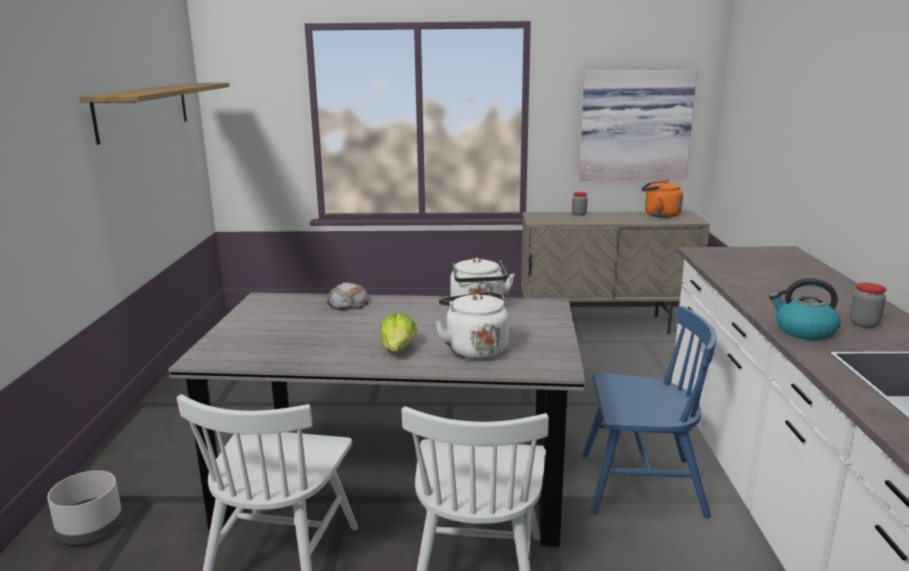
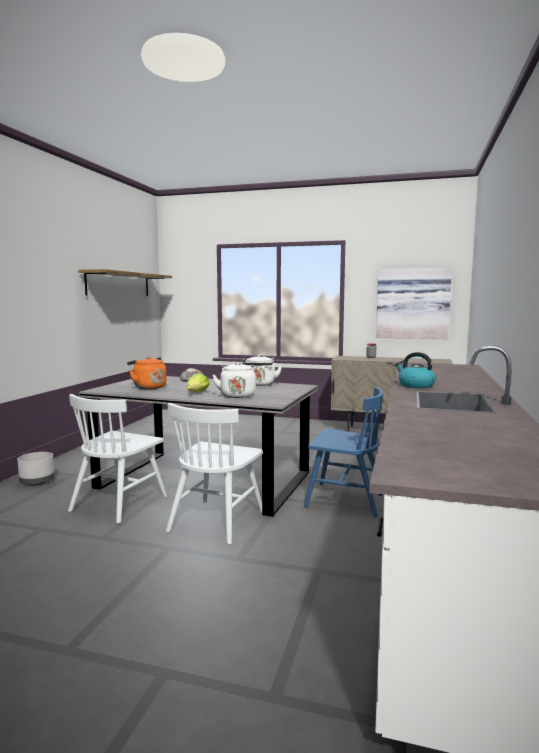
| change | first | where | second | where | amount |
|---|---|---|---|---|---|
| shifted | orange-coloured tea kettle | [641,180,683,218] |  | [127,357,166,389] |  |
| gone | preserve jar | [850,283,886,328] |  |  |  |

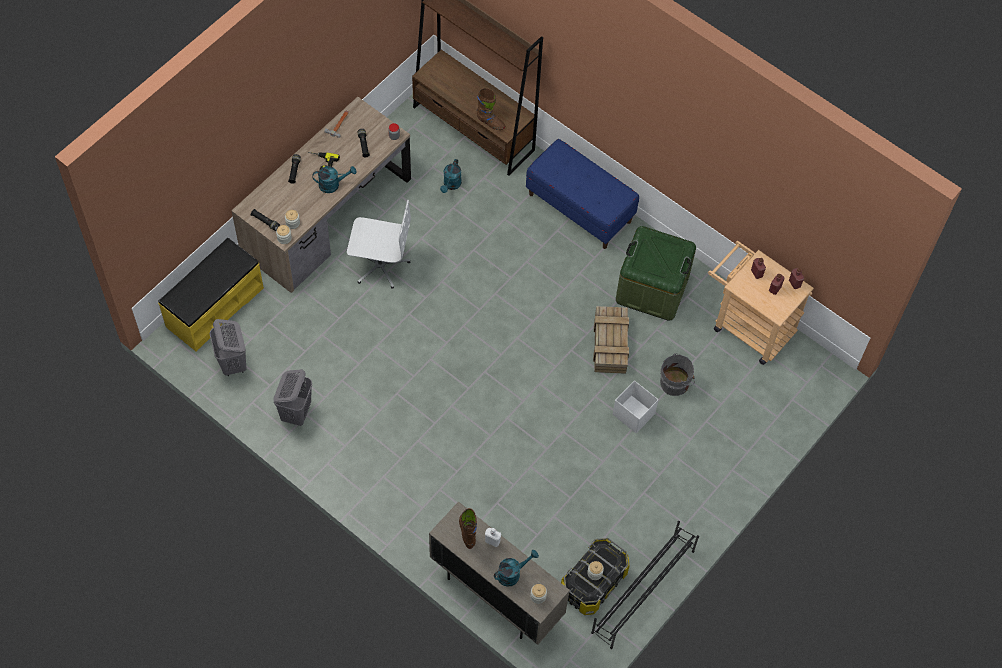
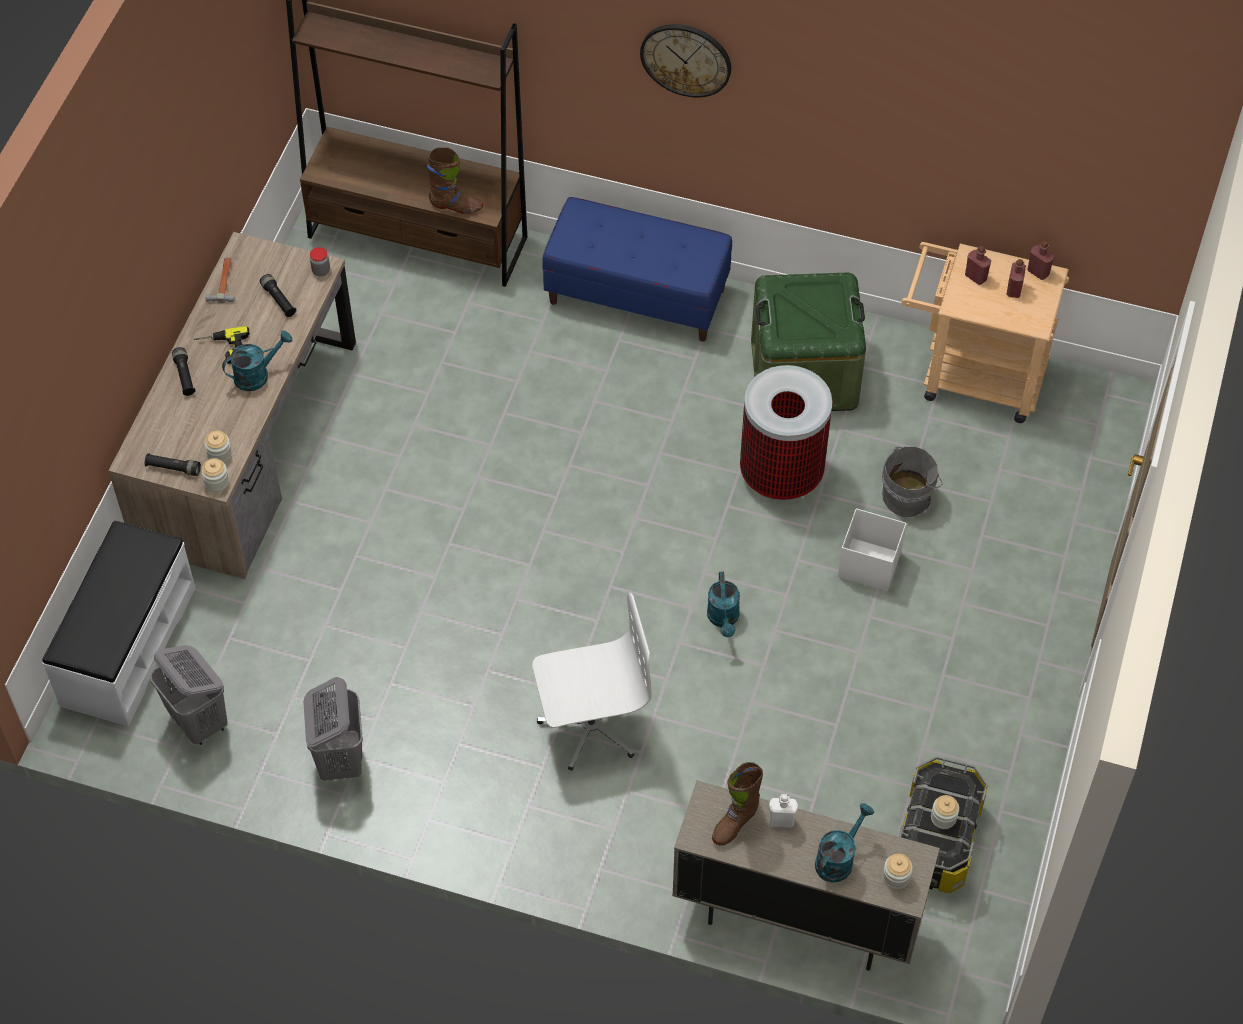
| change | first | where | second | where | amount |
|---|---|---|---|---|---|
| shifted | blue-green watering pot | [440,159,462,193] |  | [707,572,740,637] |  |
| shifted | white desk chair | [347,199,411,289] |  | [532,593,652,771] |  |
| repainted | yellow-coloured bench | [158,238,264,351] | white bench | [42,521,196,726] |  |
| swapped | crate | [593,306,629,374] | trash can | [740,365,832,502] |  |
| rotated | brownish tall boot | [459,508,477,549] |  | [712,762,763,846] | 105 degrees counterclockwise |
| gone | black shoe stand | [591,521,699,649] |  |  |  |
| new |  |  | hanging clock | [640,24,731,97] |  |

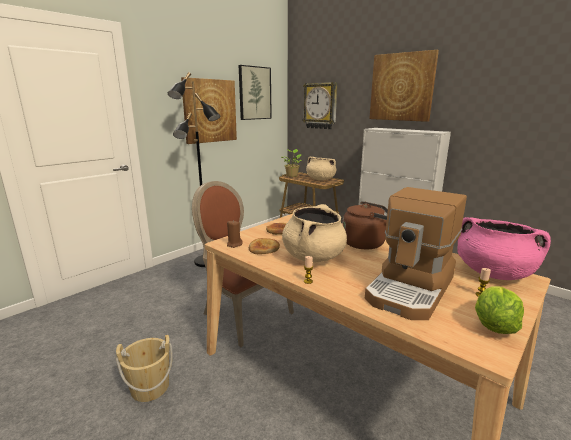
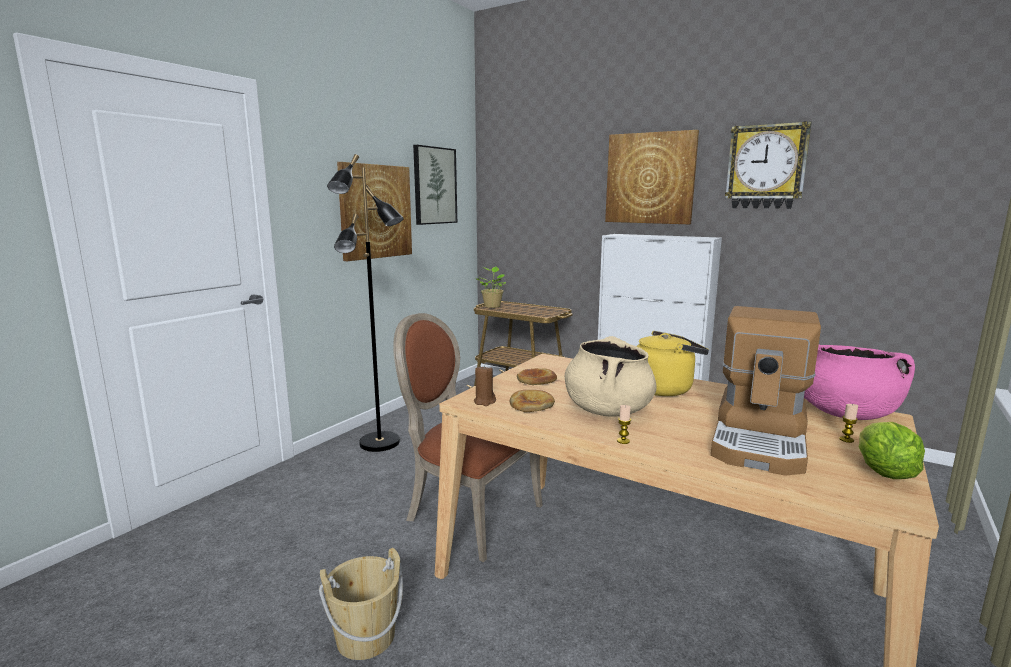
| change | first | where | second | where | amount |
|---|---|---|---|---|---|
| shifted | hanging clock | [303,82,337,129] |  | [725,121,812,209] |  |
| gone | beige-coloured stockpot | [306,156,336,180] |  |  |  |
| repainted | brownish tea kettle | [342,201,388,250] | yellow-coloured tea kettle | [636,331,709,396] |  |

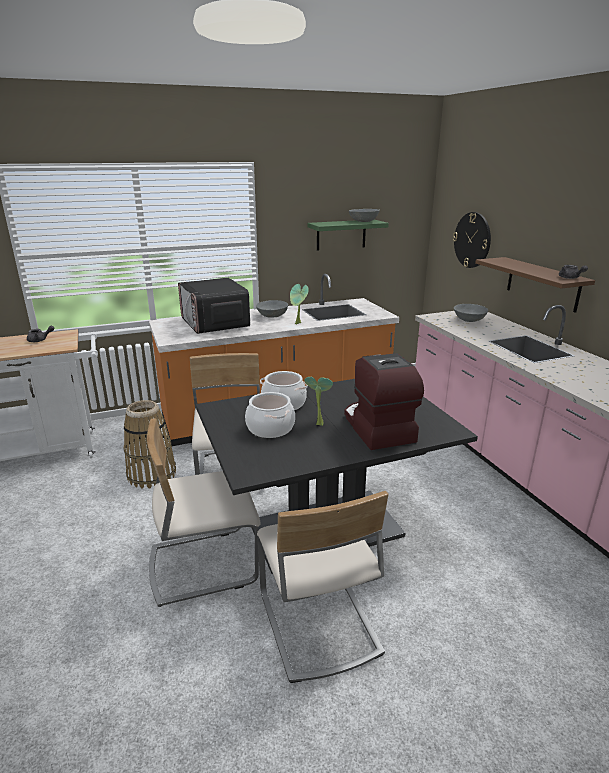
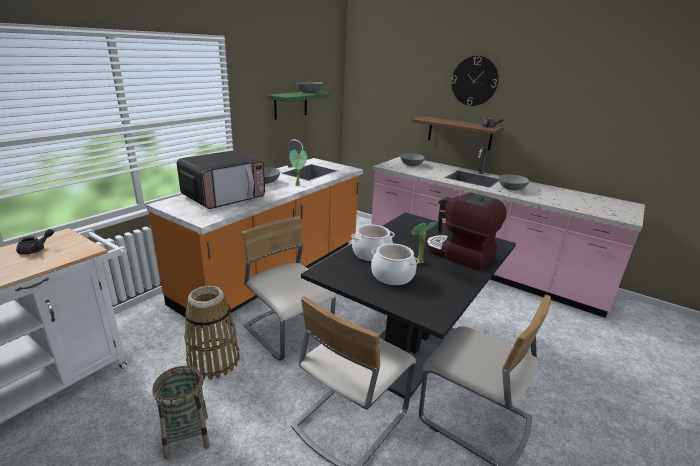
| change | first | where | second | where | amount |
|---|---|---|---|---|---|
| shifted | hanging clock | [453,212,491,268] |  | [451,56,499,106] |  |
| rotated | kitchen microwave | [178,278,250,334] |  | [177,151,265,209] | 75 degrees counterclockwise |
| new |  |  | gray serving bowl | [498,175,529,190] |  |
| new |  |  | household basket | [152,366,210,459] |  |

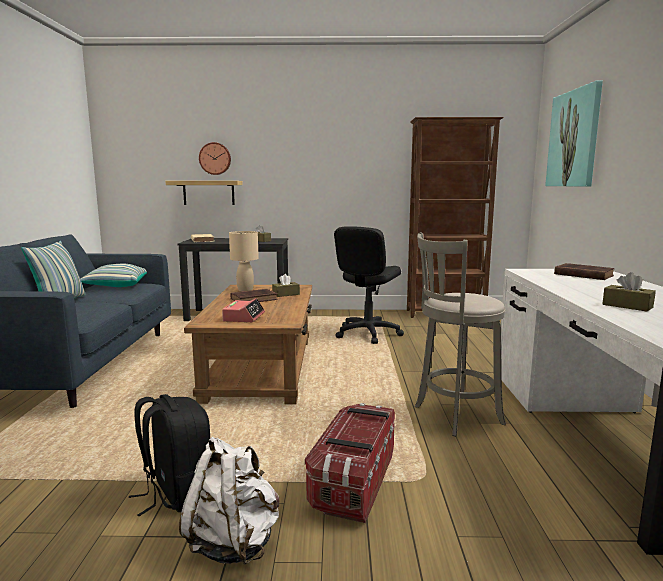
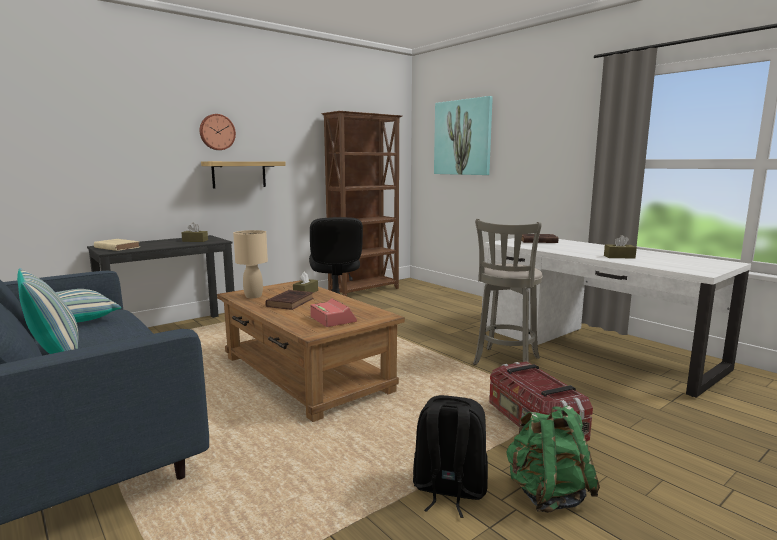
| change | first | where | second | where | amount |
|---|---|---|---|---|---|
| shifted | hanging clock | [199,142,231,175] |  | [200,114,236,150] |  |
| shifted | bracket shelf | [166,181,243,205] |  | [201,161,286,188] |  |
| repainted | white backpack | [179,437,279,565] | greenish backpack | [506,406,600,513] |  |

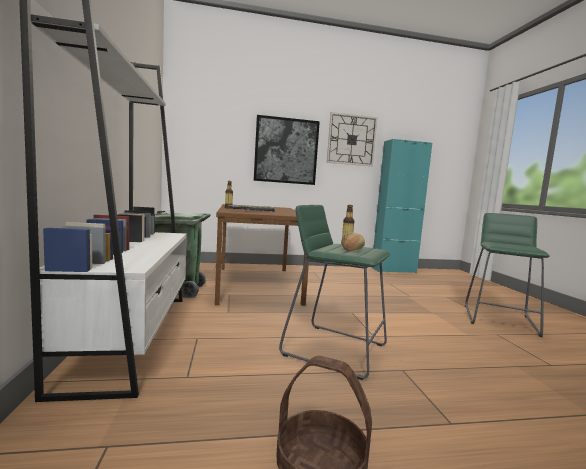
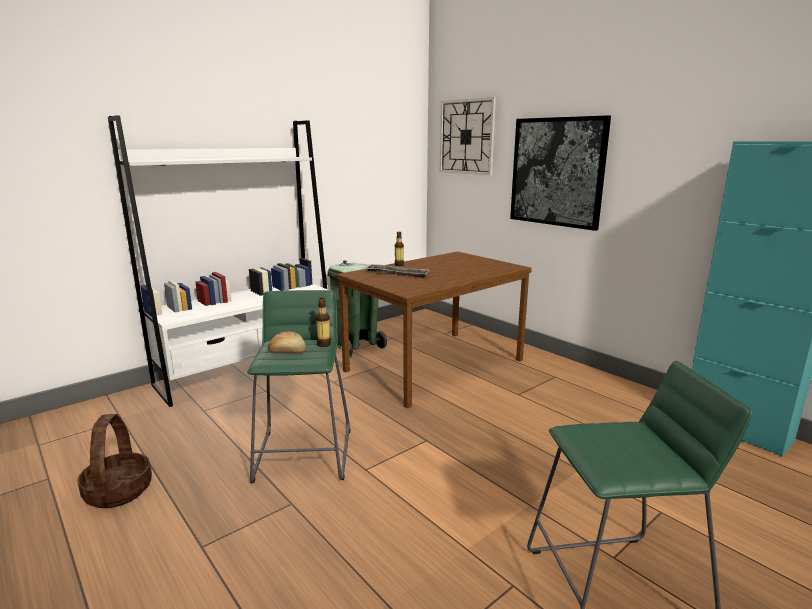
| change | first | where | second | where | amount |
|---|---|---|---|---|---|
| shifted | hanging clock | [327,112,378,166] |  | [440,97,496,175] |  |

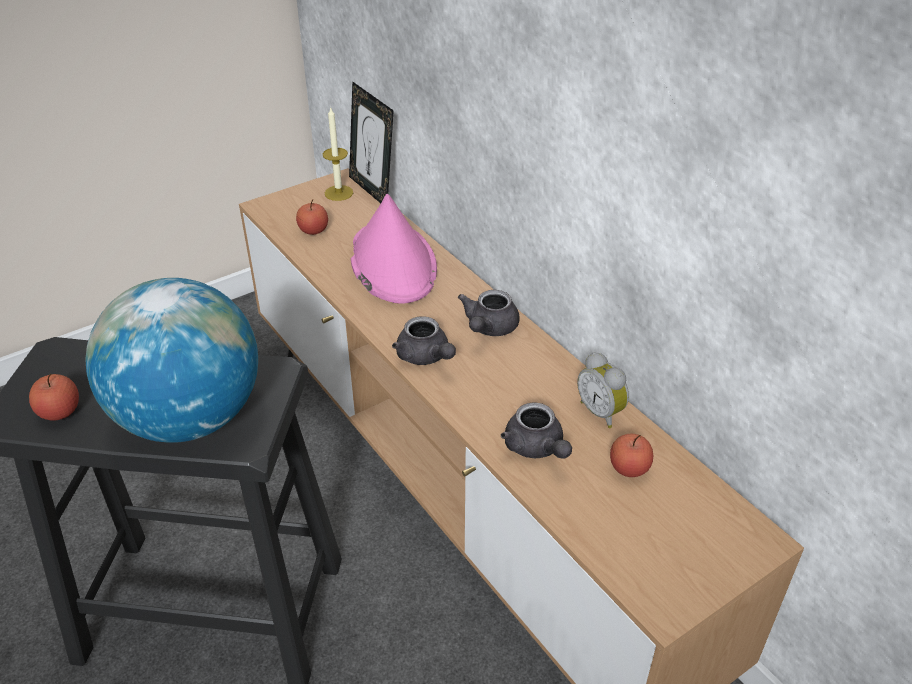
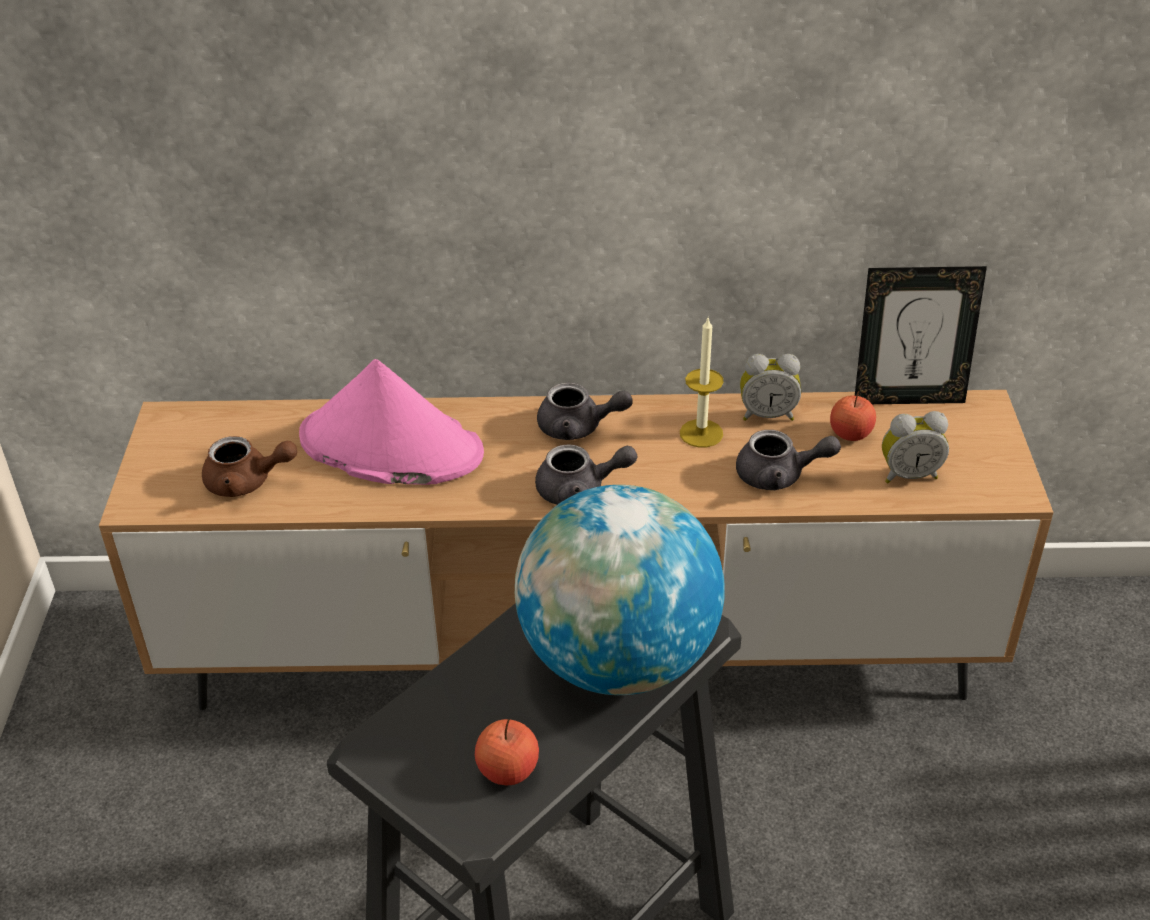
| change | first | where | second | where | amount |
|---|---|---|---|---|---|
| shifted | photo frame | [349,81,394,203] |  | [855,266,987,404] |  |
| shifted | wax light | [323,108,353,201] |  | [680,318,724,448] |  |
| swapped | apple fruit | [296,199,328,235] | brownish tea pot | [202,436,297,497] |  |
| rotated | gray tea pot | [458,290,520,336] |  | [537,383,633,440] | 45 degrees counterclockwise |
| new |  |  | table clock | [882,411,949,483] |  |

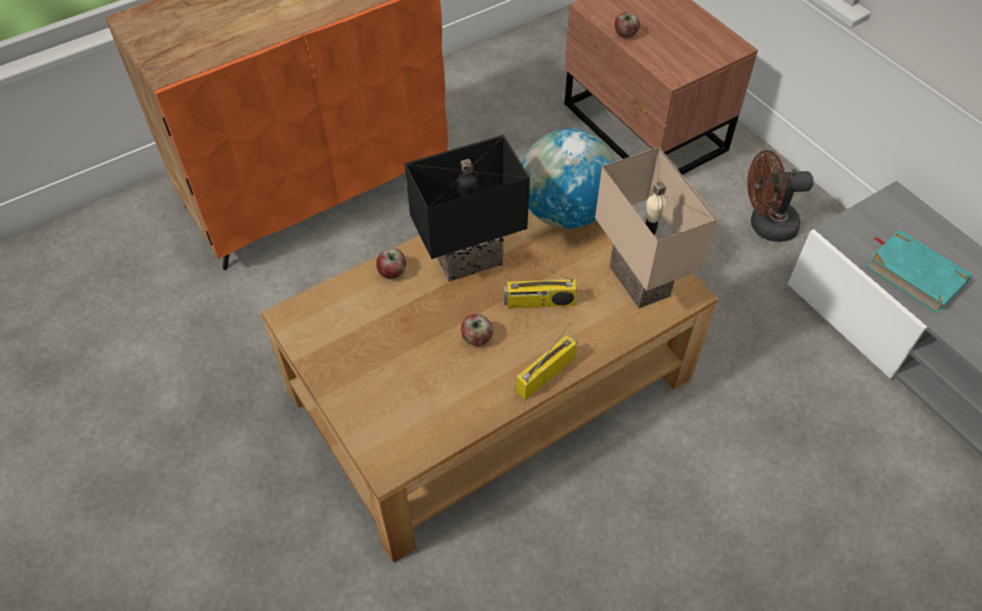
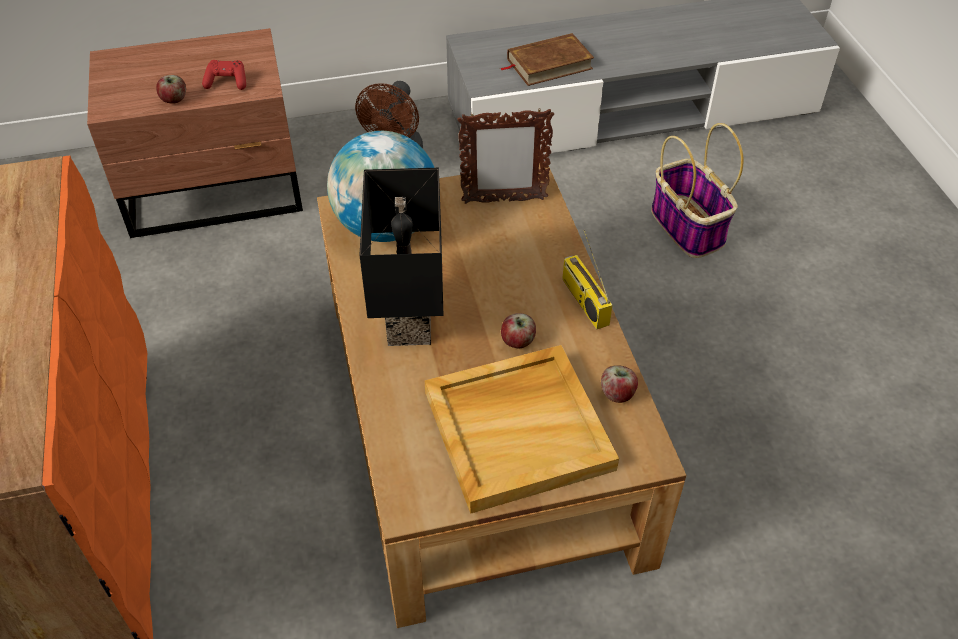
| change | first | where | second | where | amount |
|---|---|---|---|---|---|
| swapped | beige-coloured lamp for a table | [595,147,718,309] | photo frame | [457,109,554,204] |  |
| repainted | blue-green bound book | [866,229,972,314] | brownish bound book | [500,33,594,86] |  |
| shifted | apple fruit | [376,249,406,278] |  | [601,365,638,403] |  |
| gone | radio set | [504,256,577,308] |  |  |  |
| new |  |  | red-coloured game controller | [202,60,246,90] |  |
| new |  |  | household basket | [651,123,744,258] |  |
| new |  |  | beige-coloured carrying tray | [425,345,619,514] |  |

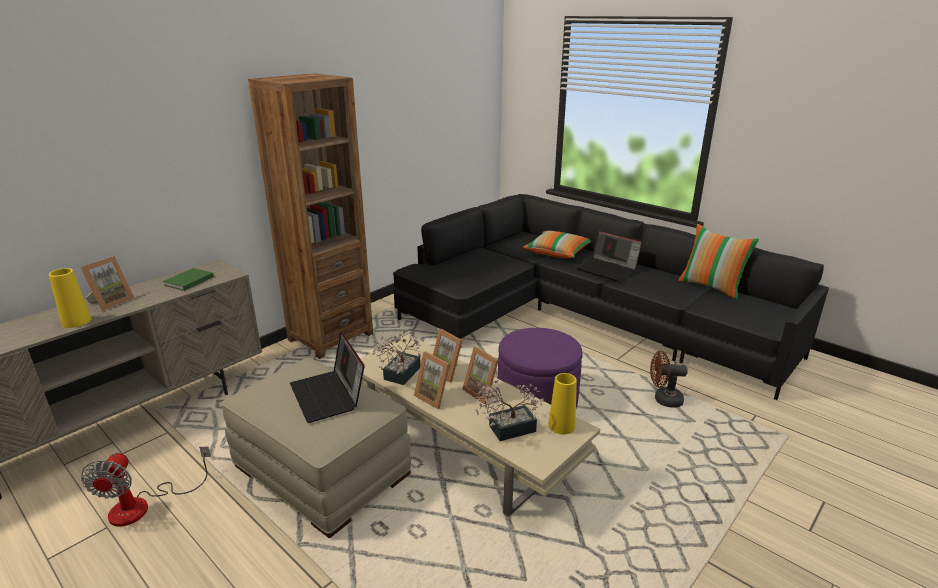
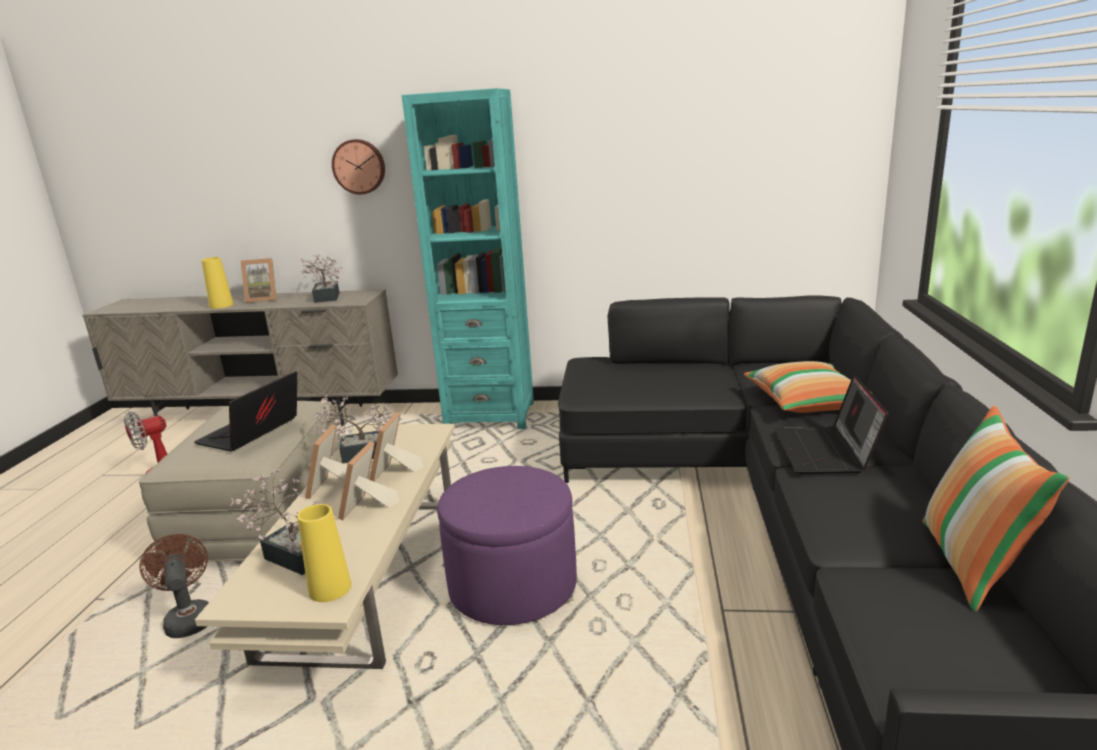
| change | first | where | second | where | amount |
|---|---|---|---|---|---|
| repainted | brownish bookshelf | [248,73,373,359] | blue-green bookshelf | [402,88,534,429] |  |
| swapped | greenish bound book | [163,268,214,291] | plant in a pot | [300,254,342,303] |  |
| shifted | brownish cooling fan | [650,351,688,408] |  | [139,534,209,638] |  |
| new |  |  | hanging clock | [332,139,385,195] |  |

